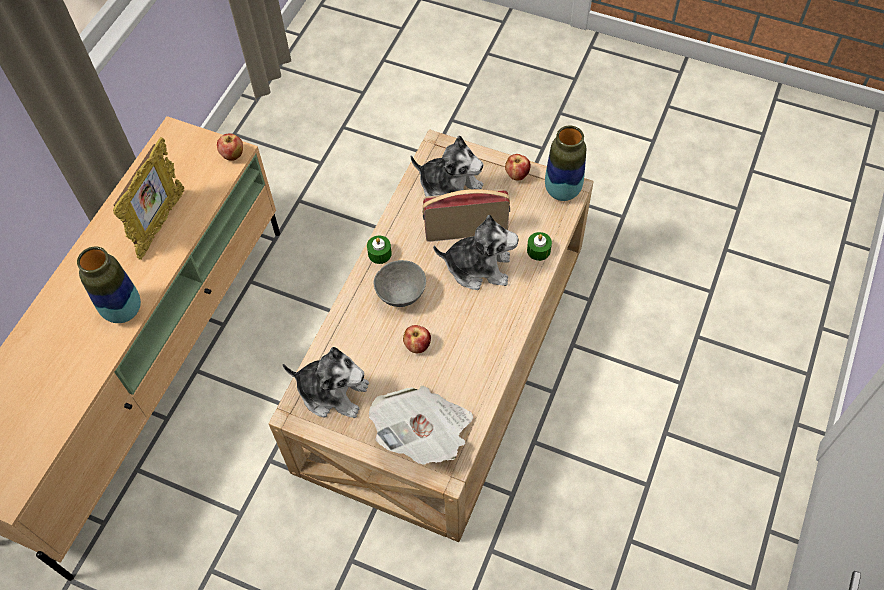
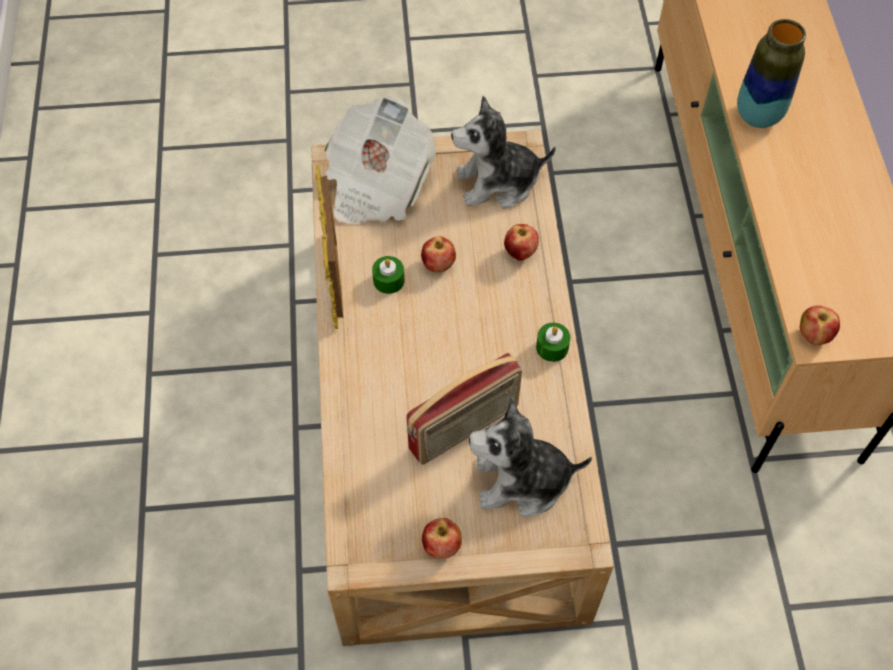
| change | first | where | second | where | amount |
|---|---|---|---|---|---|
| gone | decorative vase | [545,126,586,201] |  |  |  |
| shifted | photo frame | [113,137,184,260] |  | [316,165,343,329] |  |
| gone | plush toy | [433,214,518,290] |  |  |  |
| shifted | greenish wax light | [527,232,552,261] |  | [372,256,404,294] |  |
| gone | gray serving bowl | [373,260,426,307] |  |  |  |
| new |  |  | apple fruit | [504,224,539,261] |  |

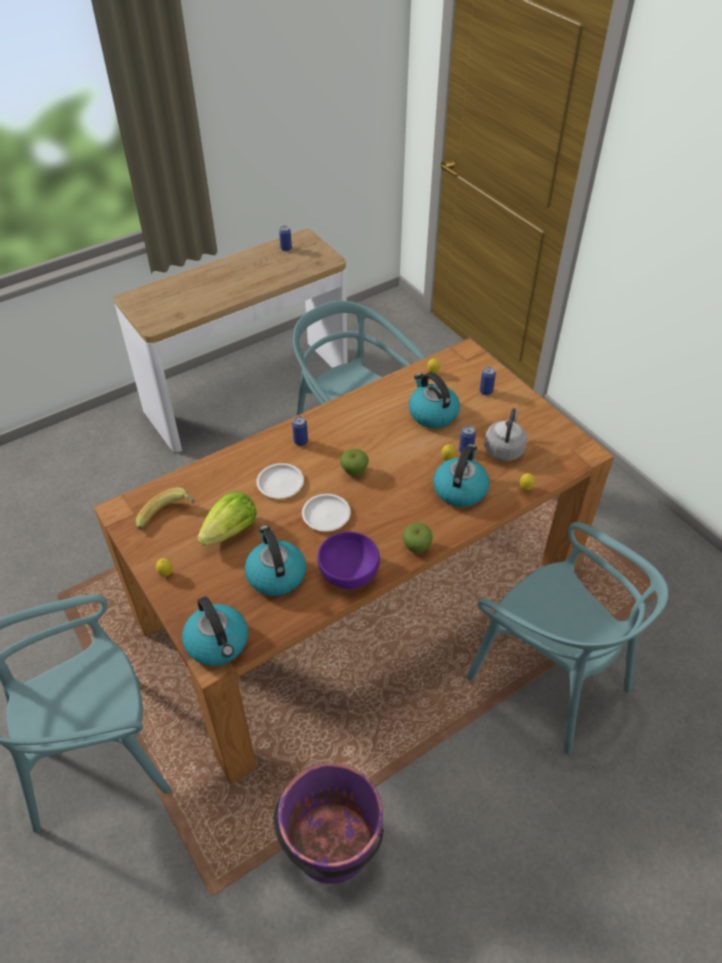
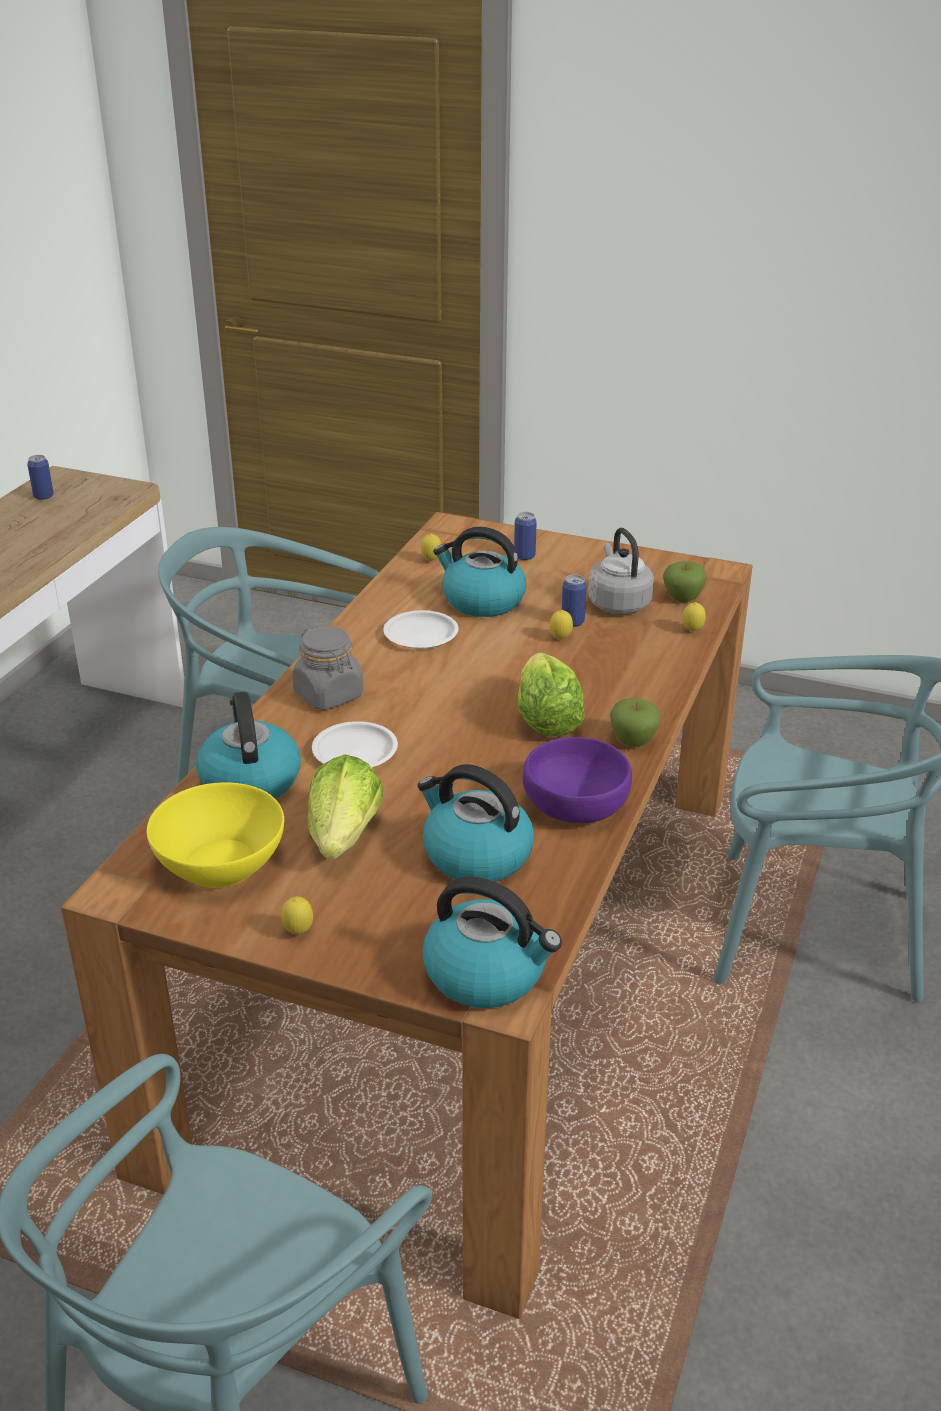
| change | first | where | second | where | amount |
|---|---|---|---|---|---|
| swapped | sealed can | [292,416,308,446] | gray preserve jar | [292,625,363,710] |  |
| shifted | tea kettle | [433,444,490,507] |  | [196,692,301,799] |  |
| shifted | apple fruit | [340,449,369,476] |  | [663,561,706,603] |  |
| swapped | banana | [136,487,195,530] | yellow-coloured serving bowl | [147,782,284,888] |  |
| shifted | white plate | [302,494,351,531] |  | [383,610,459,649] |  |
| gone | purplish water bucket | [274,762,384,884] |  |  |  |
| new |  |  | head of lettuce | [518,652,585,737] |  |

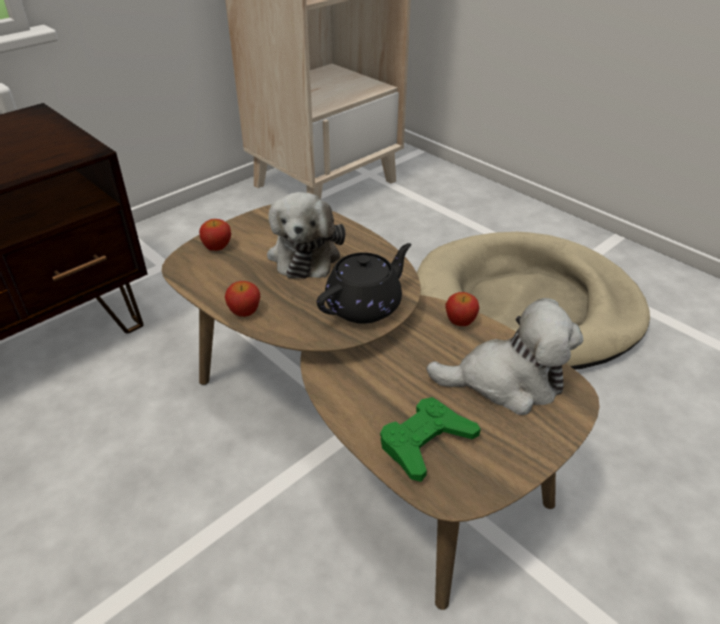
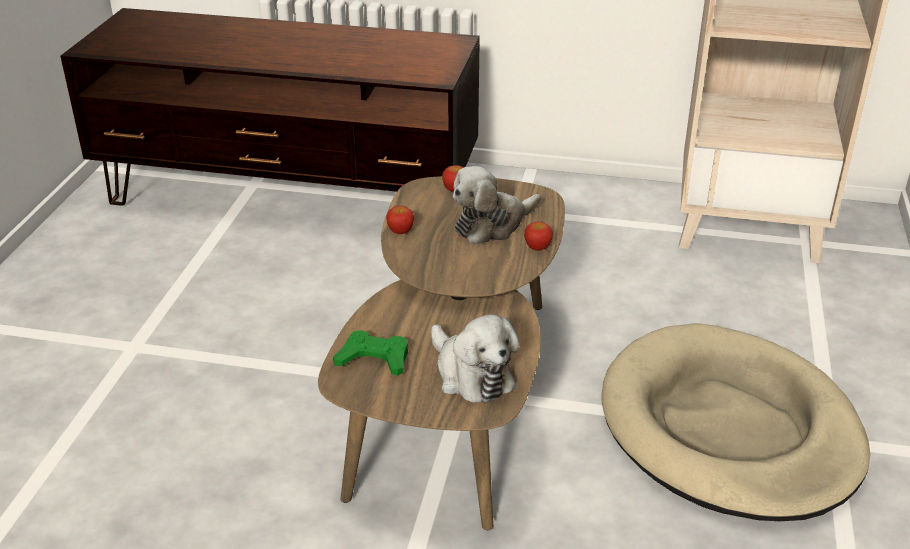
| change | first | where | second | where | amount |
|---|---|---|---|---|---|
| gone | black tea pot | [317,243,411,324] |  |  |  |
| shifted | apple fruit | [445,292,479,326] |  | [524,221,553,251] |  |

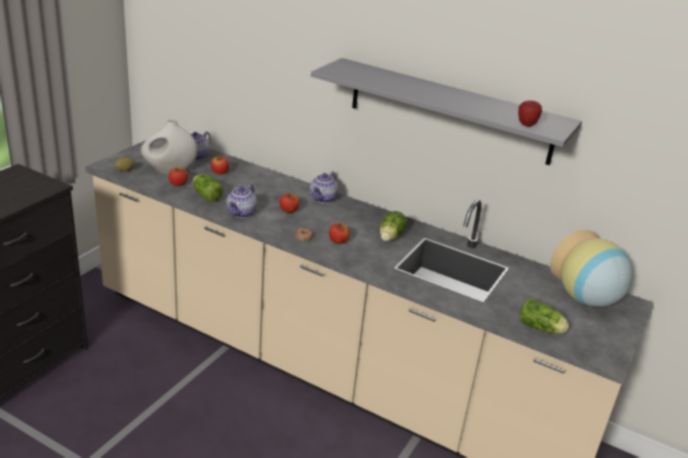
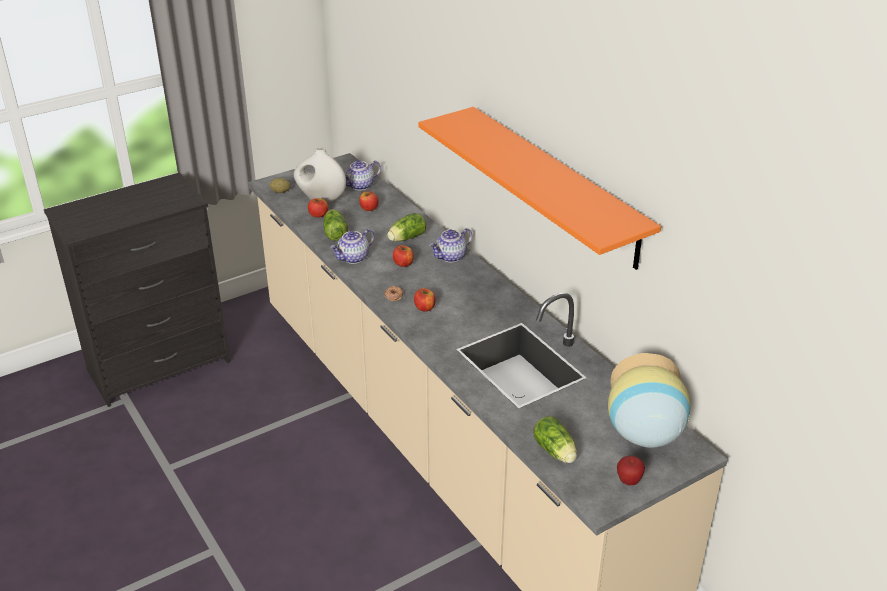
| change | first | where | second | where | amount |
|---|---|---|---|---|---|
| repainted | gray bracket shelf | [311,58,582,165] | orange-coloured bracket shelf | [418,107,661,270] |  |
| shifted | apple fruit | [518,101,542,127] |  | [617,456,645,485] |  |
| shifted | head of lettuce | [379,211,407,241] |  | [387,213,426,241] |  |

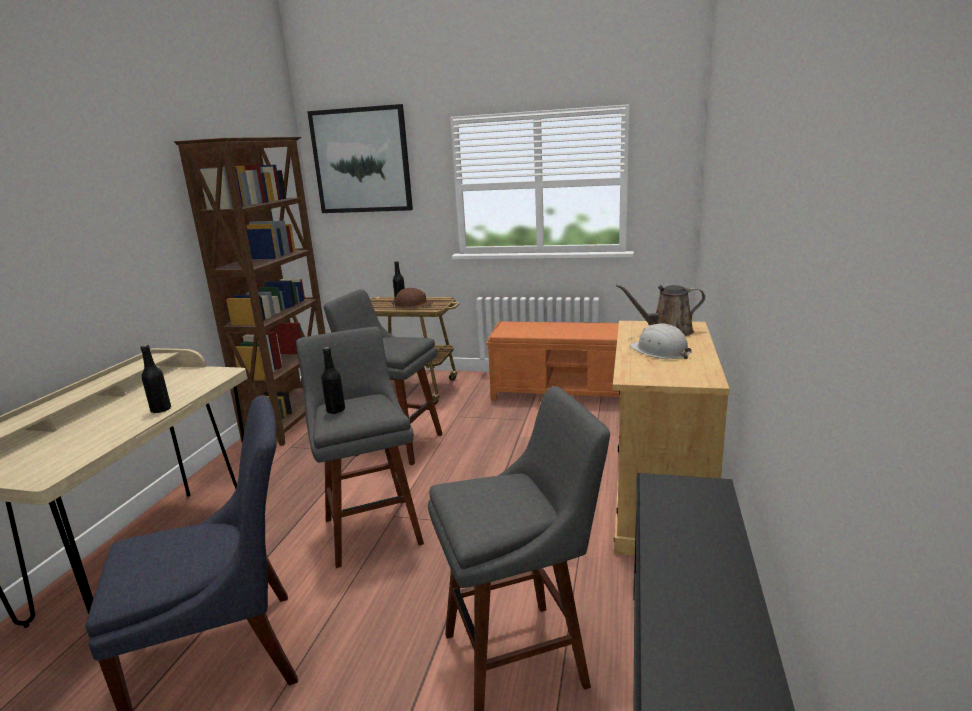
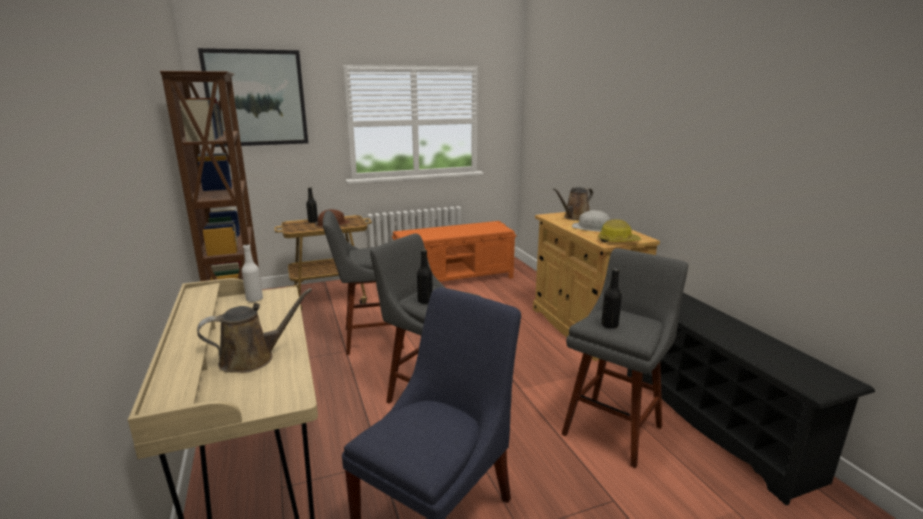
| change | first | where | second | where | amount |
|---|---|---|---|---|---|
| shifted | black drink bottle | [140,345,171,413] |  | [601,268,622,329] |  |
| new |  |  | hard hat | [598,219,641,242] |  |
| new |  |  | white drink bottle | [242,244,263,302] |  |
| new |  |  | brownish watering pot | [197,288,312,373] |  |

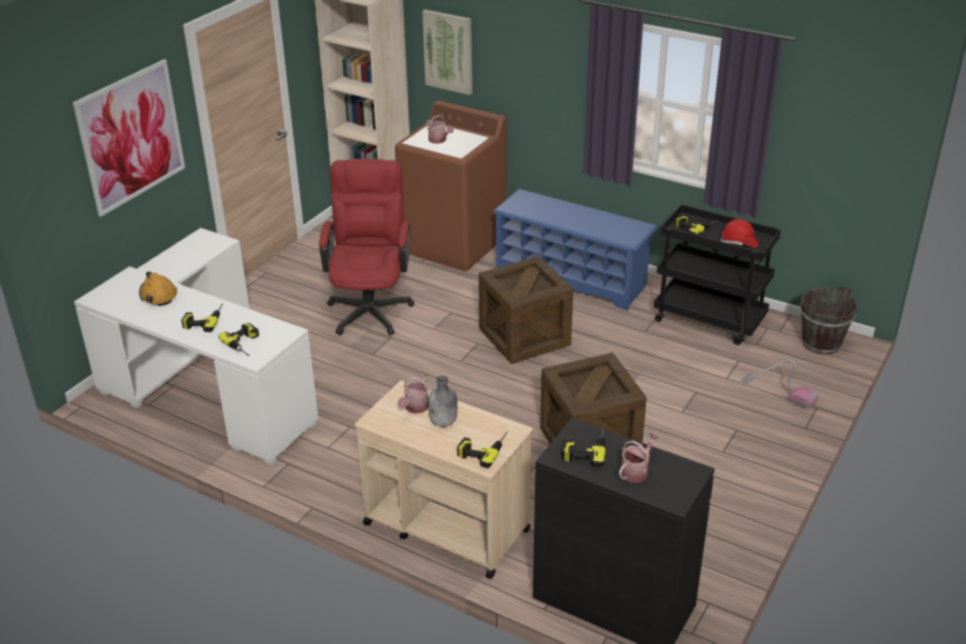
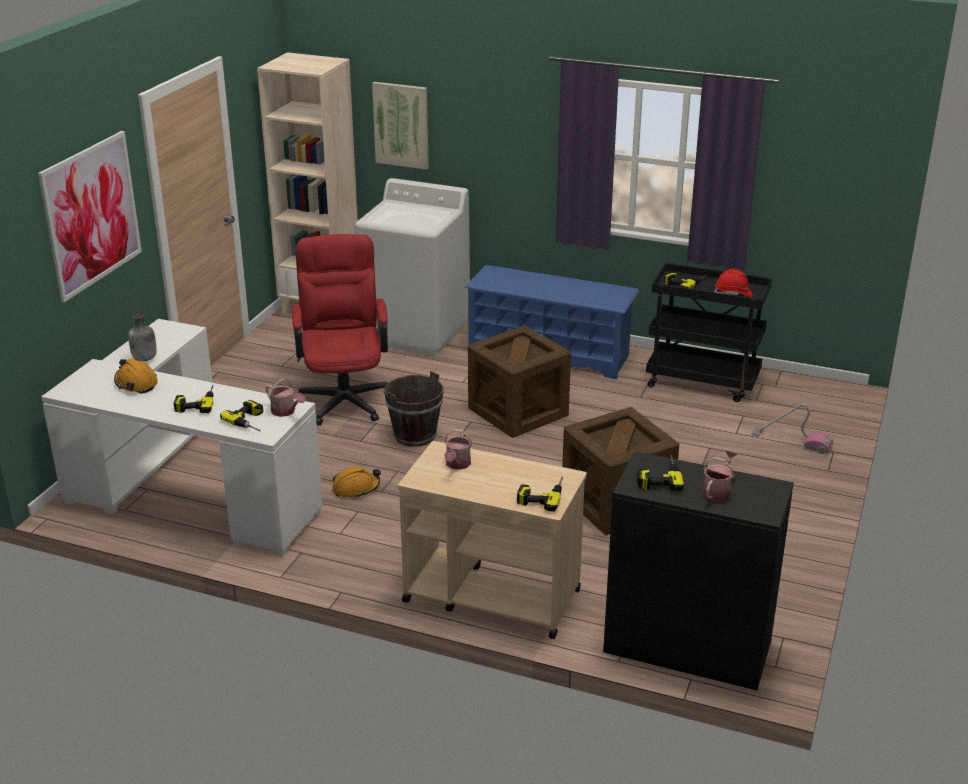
| change | first | where | second | where | amount |
|---|---|---|---|---|---|
| repainted | brownish laundry machine | [395,101,507,271] | white laundry machine | [355,178,470,356] |  |
| shifted | watering pot | [426,115,454,144] |  | [266,378,306,417] |  |
| shifted | brownish water bucket | [800,286,858,354] |  | [384,371,444,447] |  |
| shifted | gray drink bottle | [428,376,458,427] |  | [128,313,157,361] |  |
| new |  |  | orange-coloured hard hat | [332,466,381,498] |  |

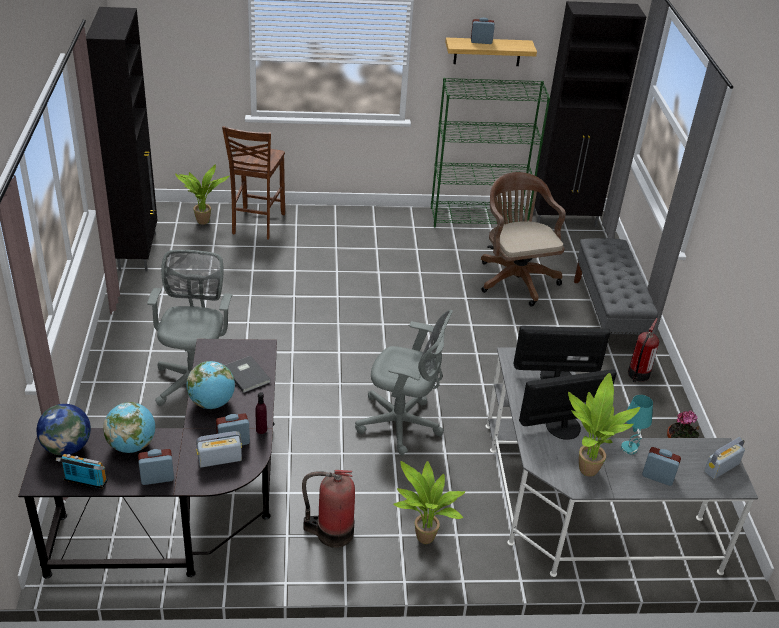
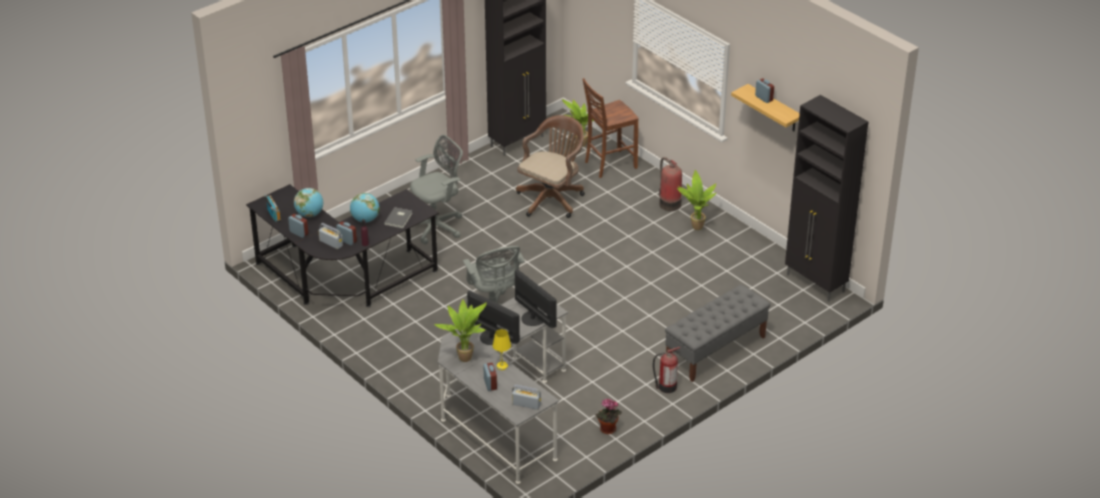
| change | first | where | second | where | amount |
|---|---|---|---|---|---|
| gone | greenish bookshelf | [431,78,550,228] |  |  |  |
| shifted | brownish desk chair | [481,172,566,306] |  | [516,115,585,218] |  |
| repainted | blue-green lamp for a table | [621,395,653,454] | yellow-coloured lamp for a table | [493,329,511,370] |  |
| gone | globe | [37,404,91,456] |  |  |  |
| shifted | plant in a pot | [393,461,465,544] |  | [677,170,716,230] |  |
| shifted | fire extinguisher | [302,470,355,548] |  | [659,157,682,211] |  |

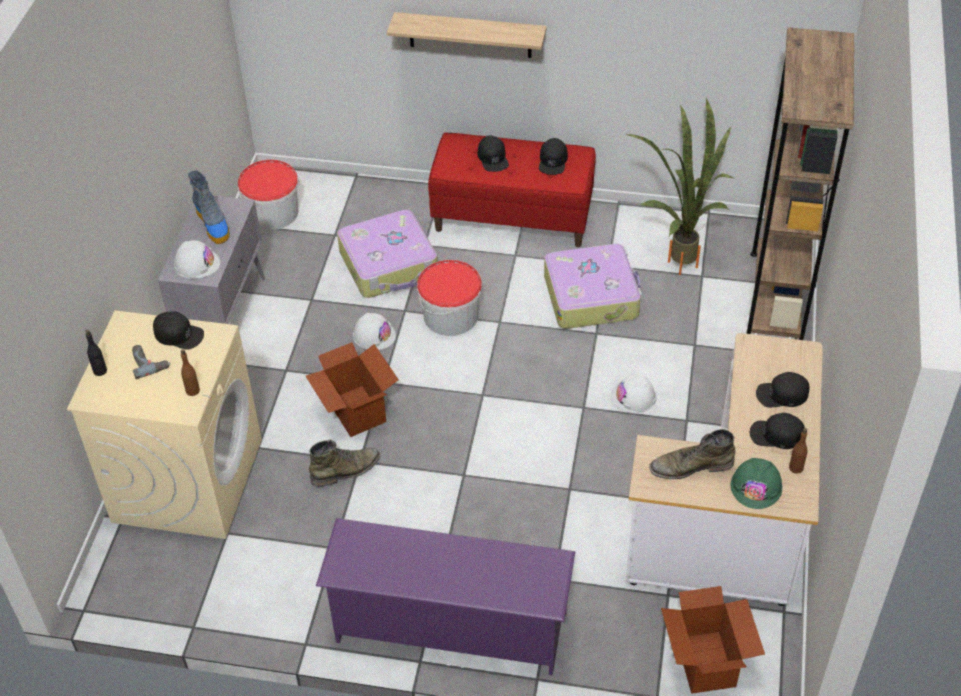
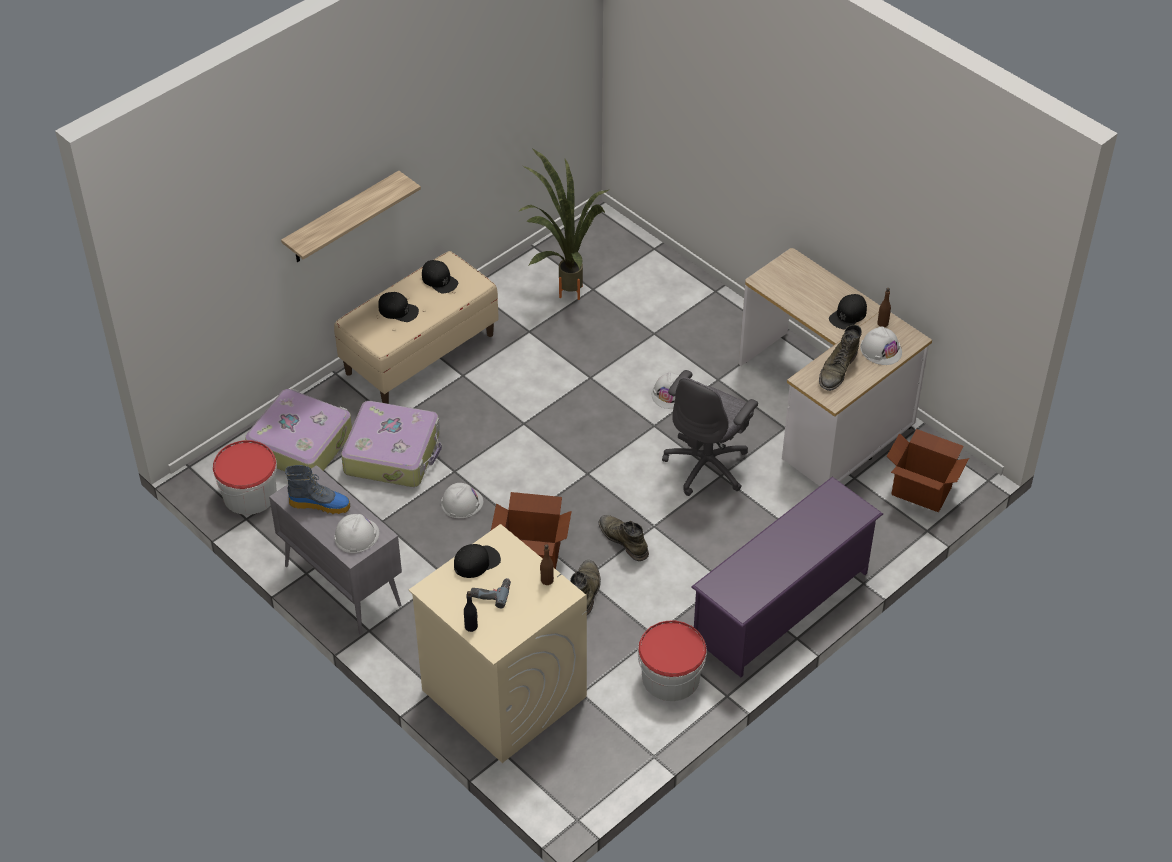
| change | first | where | second | where | amount |
|---|---|---|---|---|---|
| gone | brownish bookshelf | [746,27,854,340] |  |  |  |
| repainted | red-coloured bench | [428,133,596,247] | beige-coloured bench | [334,251,499,404] |  |
| shifted | piece of luggage | [544,244,642,329] |  | [245,388,352,472] |  |
| shifted | water bucket | [417,260,482,336] |  | [637,620,707,701] |  |
| gone | black baseball cap | [756,372,810,407] |  |  |  |
| repainted | greenish hard hat | [731,458,782,509] | white hard hat | [860,326,902,365] |  |
| new |  |  | gray desk chair | [662,370,758,496] |  |
| new |  |  | greenish tall boot | [598,515,649,561] |  |

